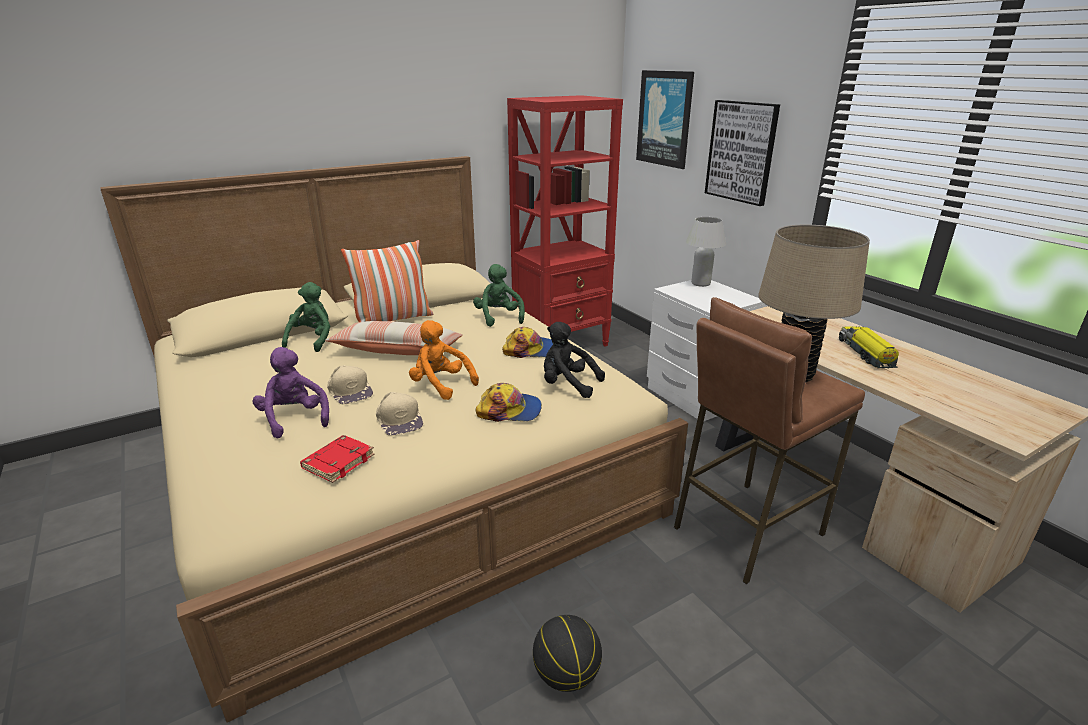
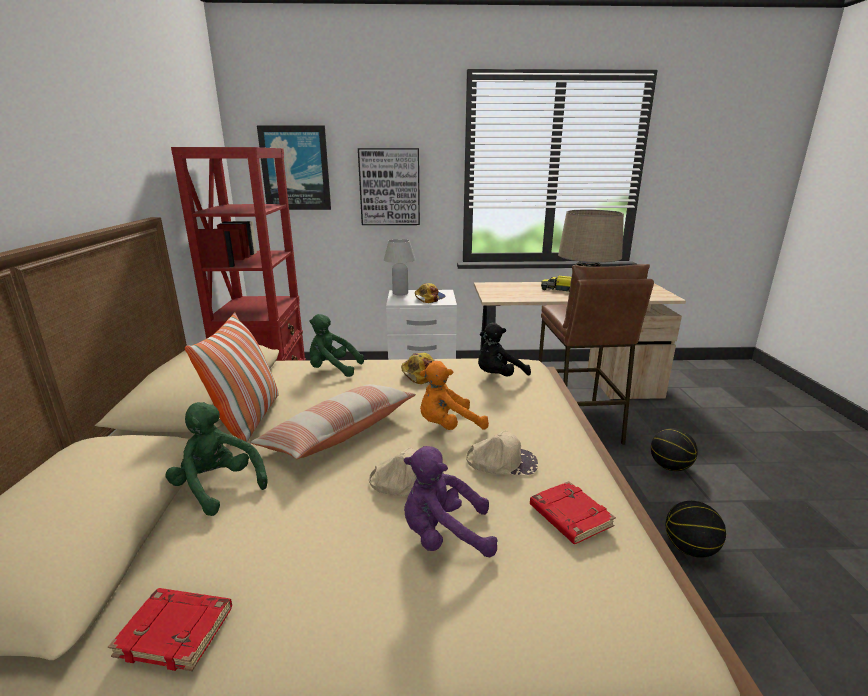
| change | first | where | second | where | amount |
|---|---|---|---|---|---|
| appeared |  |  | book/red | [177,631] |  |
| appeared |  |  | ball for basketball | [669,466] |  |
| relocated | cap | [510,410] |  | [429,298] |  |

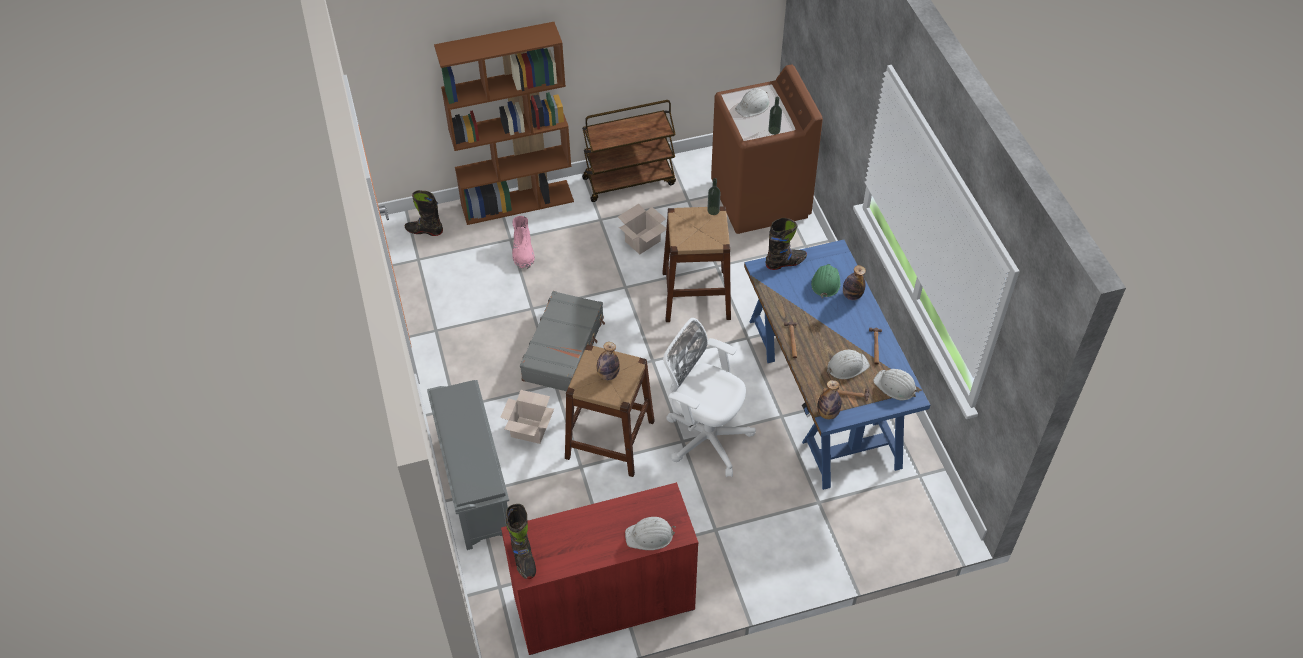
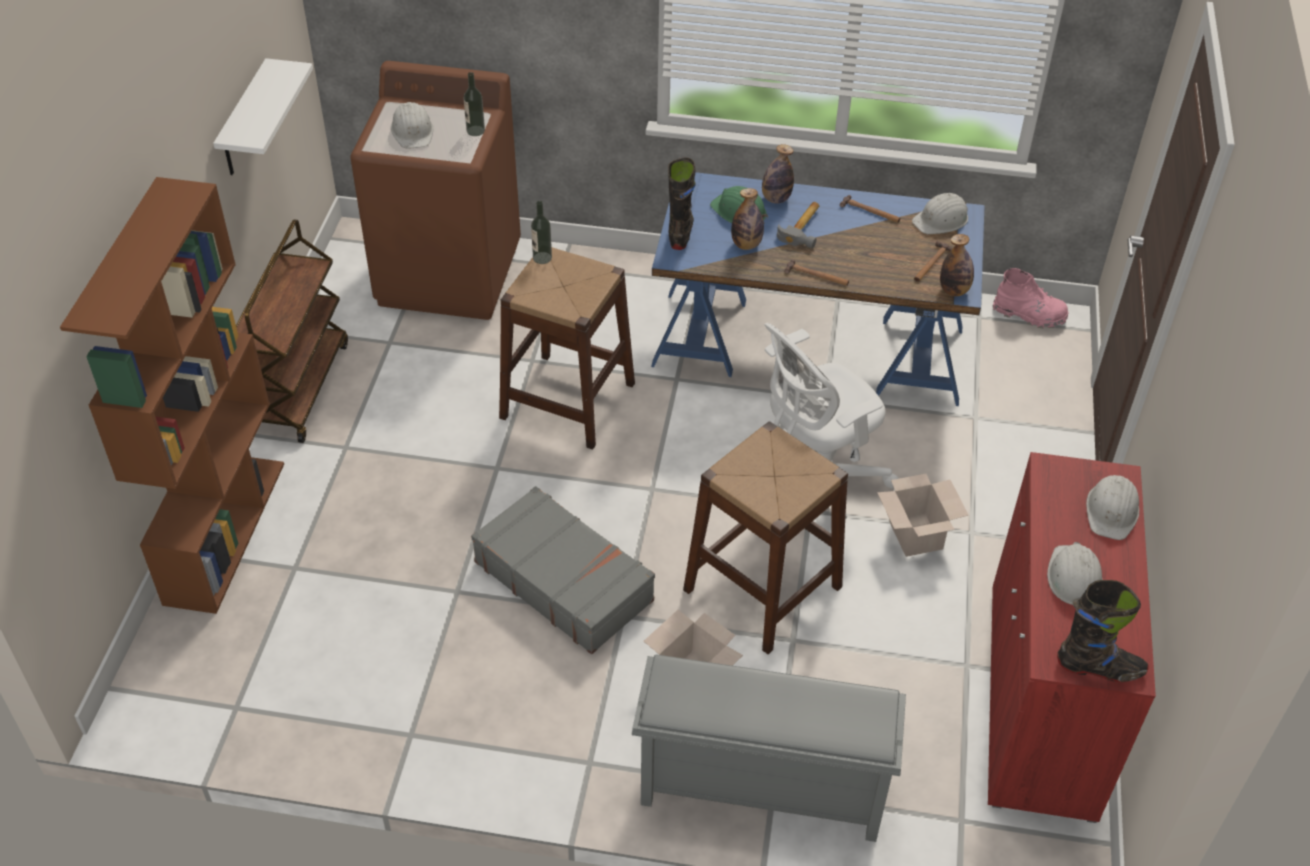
| change | first | where | second | where | amount |
|---|---|---|---|---|---|
| missing | boot/black-coloured | [424,230] |  |  |  |
| appeared |  |  | bracket shelf/white | [244,121] |  |
| appeared |  |  | tool hammer | [805,227] |  |
| relocated | boot/pinkish | [523,252] |  | [1029,315] |  |
| relocated | drink bottle | [608,375] |  | [746,245] |  |
| relocated | packing box | [642,242] |  | [917,536] |  |
| relocated | safety helmet/white | [847,366] |  | [1073,577] |  |

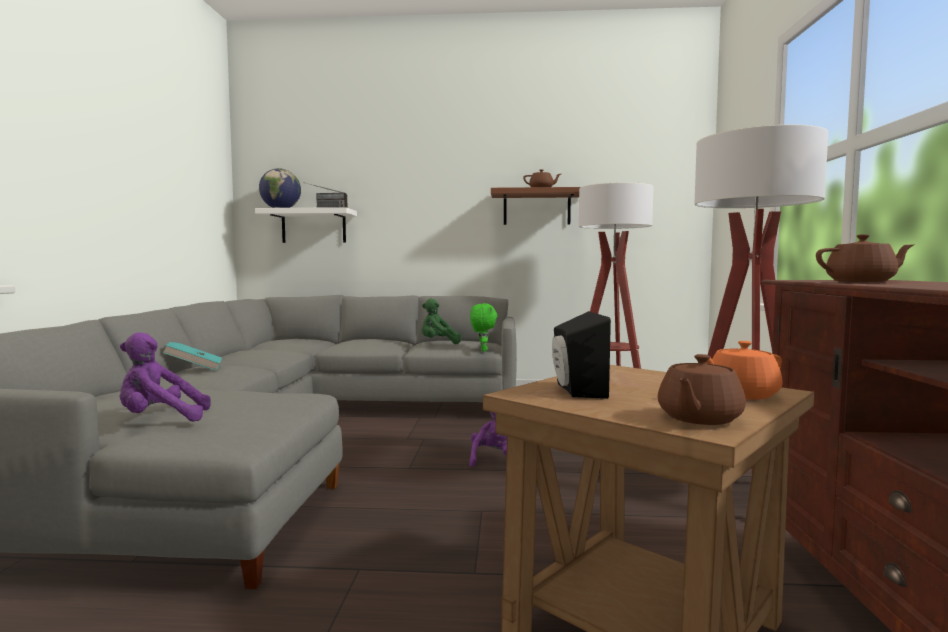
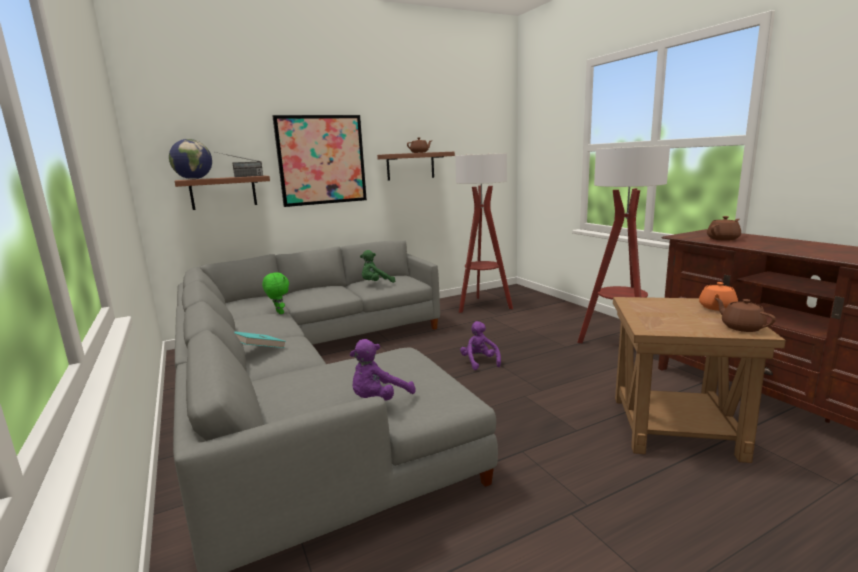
| change | first | where | second | where | amount |
|---|---|---|---|---|---|
| missing | audio speaker/black-coloured | [575,390] |  |  |  |
| appeared |  |  | wall art | [321,160] |  |
| relocated | soft toy/green | [482,350] |  | [279,313] |  |
| colour | bracket shelf/white | [313,227] | bracket shelf/brownish | [223,192] |  |
| spun | pot for tea/brownish | [698,418] |  | [741,327] | 150 degrees clockwise |

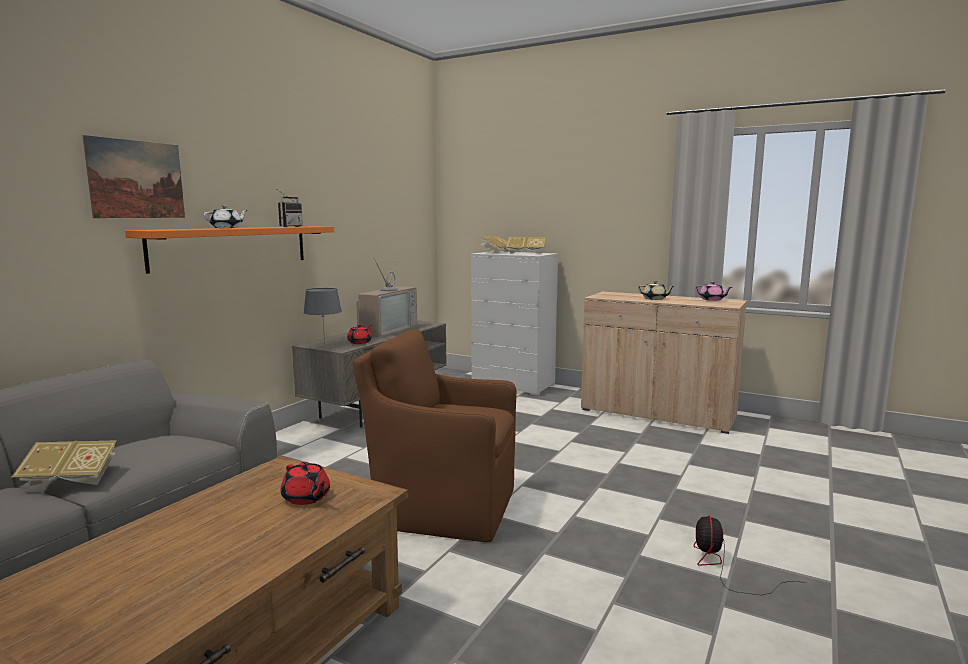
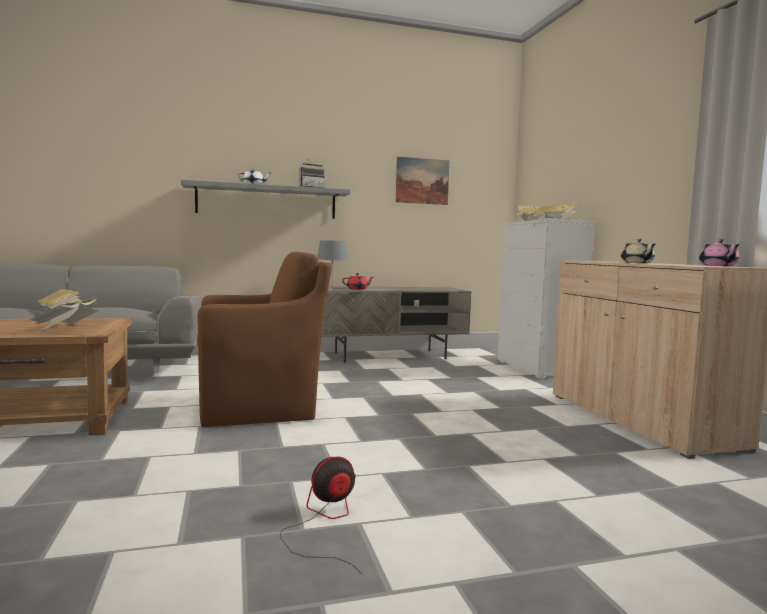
| change | first | where | second | where | amount |
|---|---|---|---|---|---|
| missing | television | [386,330] |  |  |  |
| relocated | wall art | [137,179] |  | [422,181] |  |
| exchanged | pot for tea/red | [306,498] | book | [67,327] |  |
| colour | bracket shelf/orange | [233,247] | bracket shelf/gray | [267,201] |  |
| spun | lounge chair/brownish | [443,507] |  | [261,408] | 105 degrees clockwise |

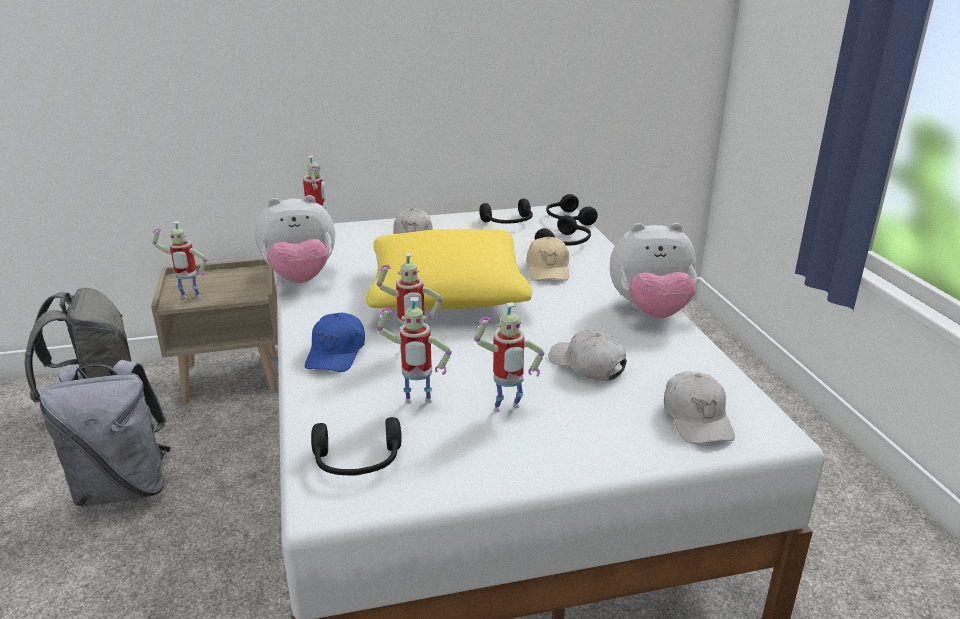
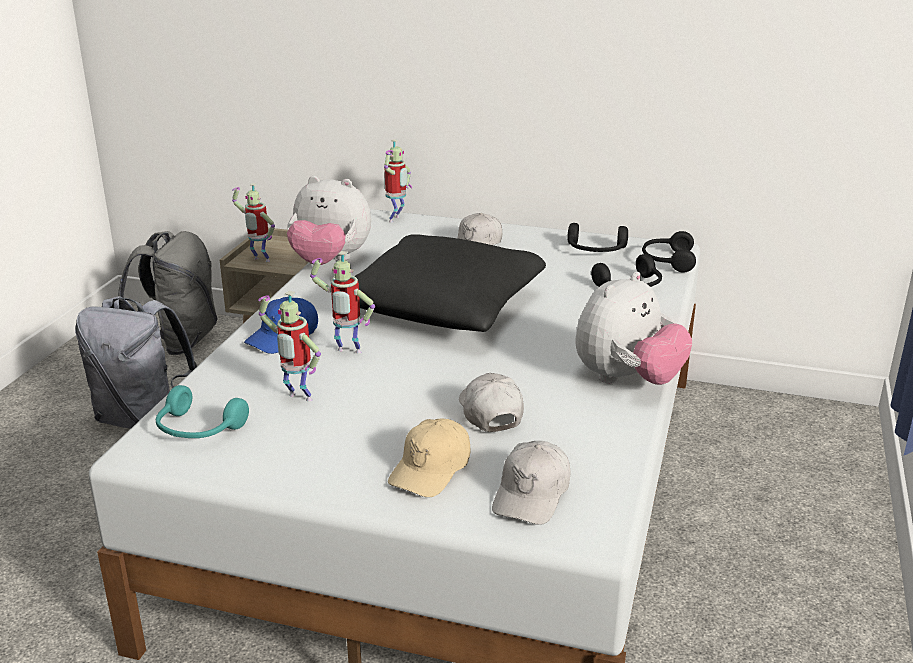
| change | first | where | second | where | amount |
|---|---|---|---|---|---|
| missing | model robot | [507,410] |  |  |  |
| relocated | cap/beige | [548,269] |  | [431,469] |  |
| colour | pair of headphones/black-coloured | [357,462] | pair of headphones/turquoise-coloured | [197,429] |  |
| colour | throw pillow/yellow-coloured | [447,293] | throw pillow/black-coloured | [443,308] |  |
| spun | soft toy | [650,311] |  | [627,380] | 75 degrees counterclockwise |

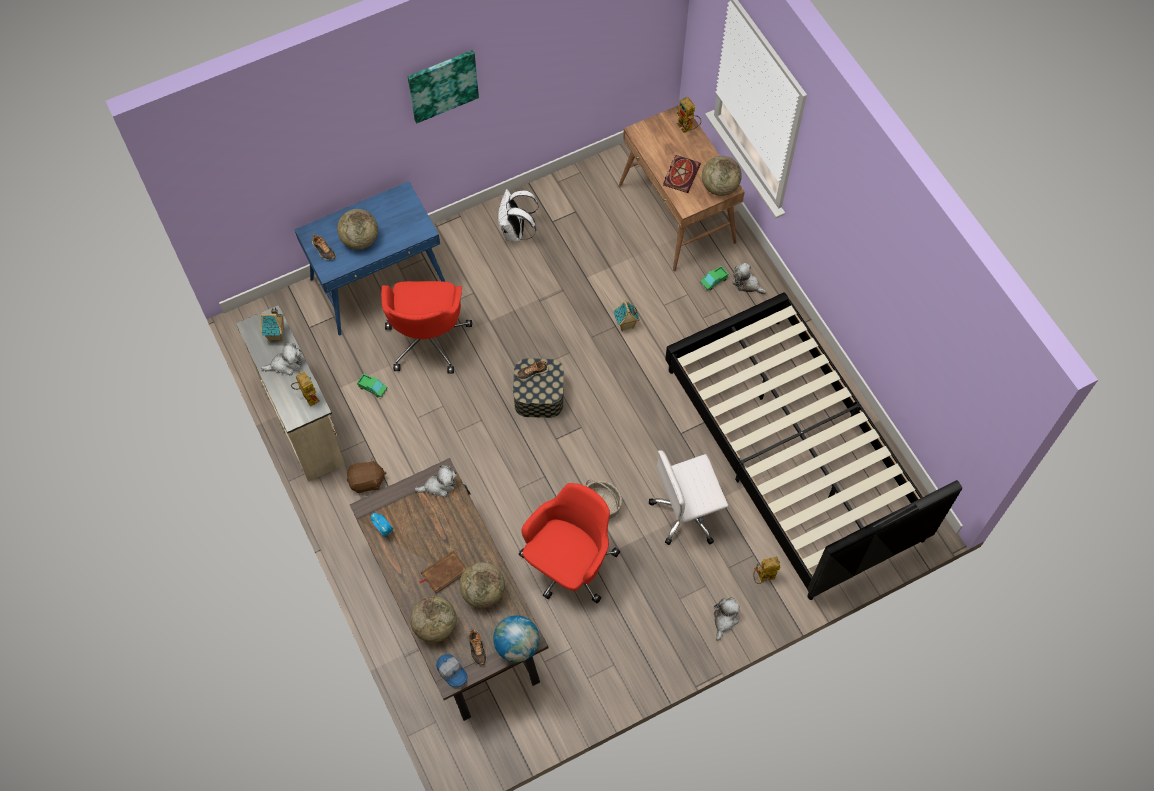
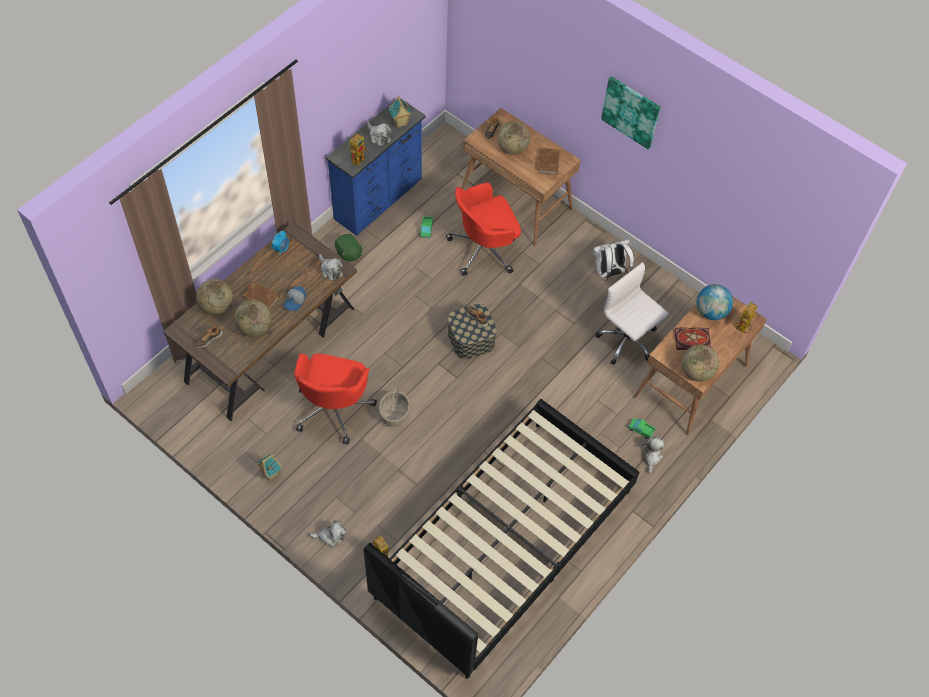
| change | first | where | second | where | amount |
|---|---|---|---|---|---|
| appeared |  |  | book/brownish | [549,163] |  |
| relocated | cap | [452,672] |  | [295,301] |  |
| relocated | desk globe | [517,645] |  | [711,312] |  |
| relocated | model house | [625,325] |  | [270,473] |  |
| relocated | desk chair/white | [687,513] |  | [627,341] |  |
| colour | drawer chest/beige | [304,422] | drawer chest/bluish | [379,199] |  |
| colour | desk unit/bluish | [379,283] | desk unit/brownish | [516,201] |  |
| colour | soft toy/brownish | [367,481] | soft toy/green | [348,254] |  |
| spun | desk chair/red | [568,565] |  | [334,408] | 90 degrees clockwise |

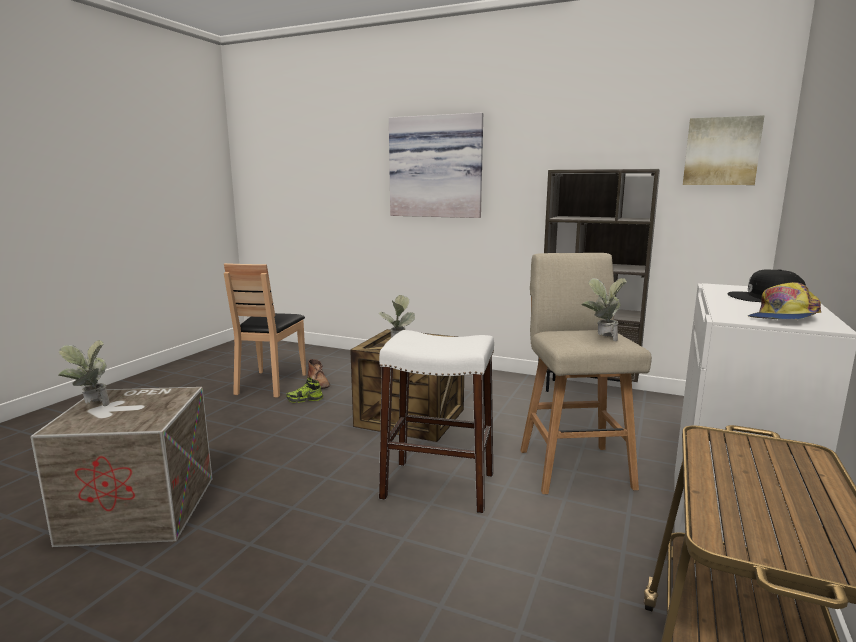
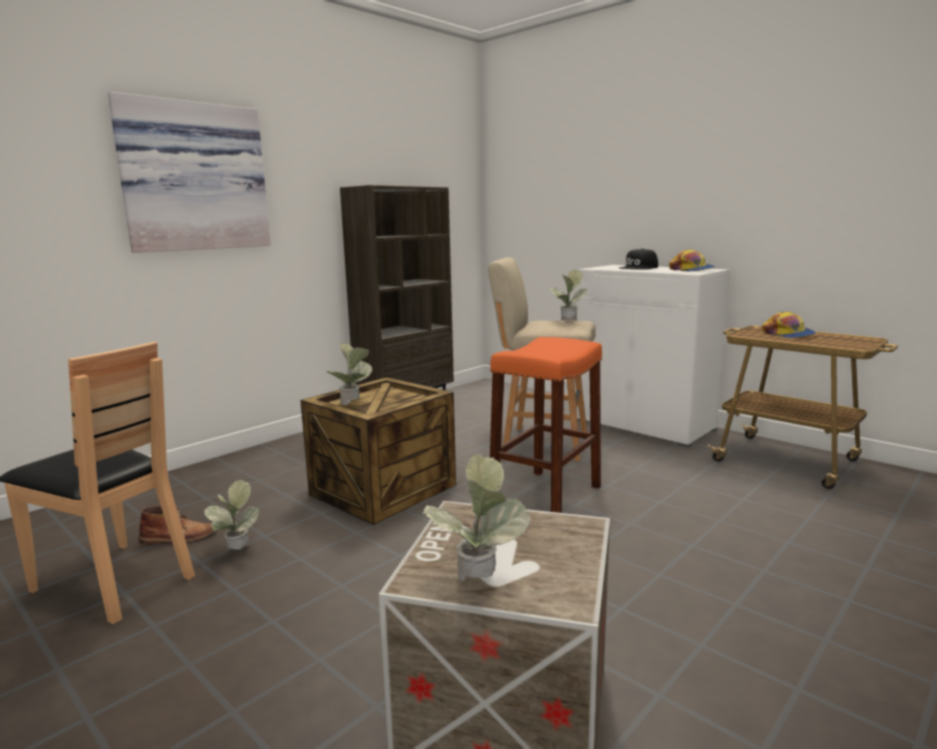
| change | first | where | second | where | amount |
|---|---|---|---|---|---|
| missing | wall art | [721,151] |  |  |  |
| appeared |  |  | cap | [788,334] |  |
| exchanged | shoe | [305,399] | potted plant | [236,553] |  |
| colour | stool seat/white | [438,486] | stool seat/orange | [546,497] |  |

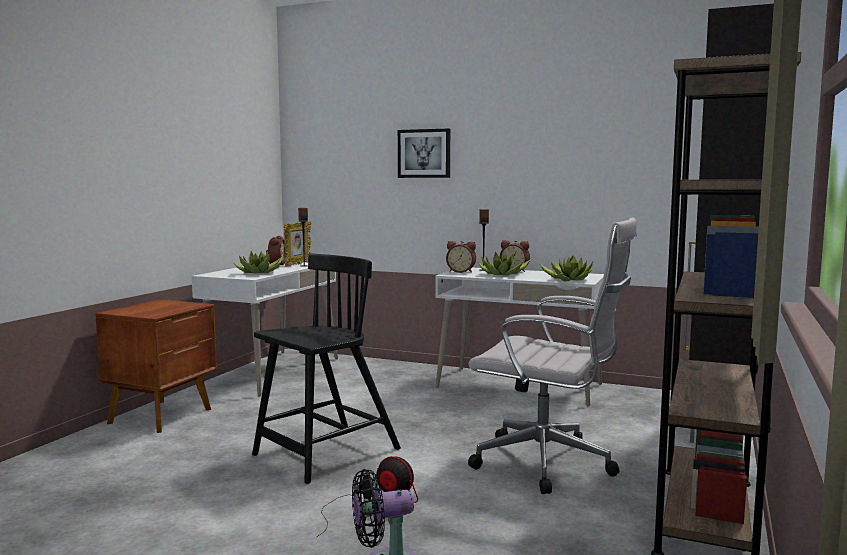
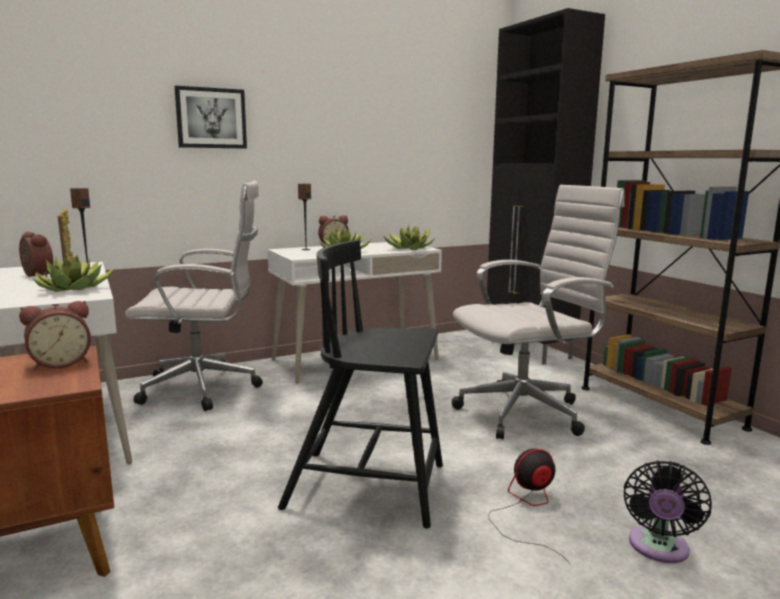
| change | first | where | second | where | amount |
|---|---|---|---|---|---|
| appeared |  |  | desk chair/white | [206,388] |  |
| relocated | alarm clock | [461,271] |  | [60,363] |  |
| spun | plain chair/black-coloured | [325,453] |  | [369,487] | 75 degrees counterclockwise |

